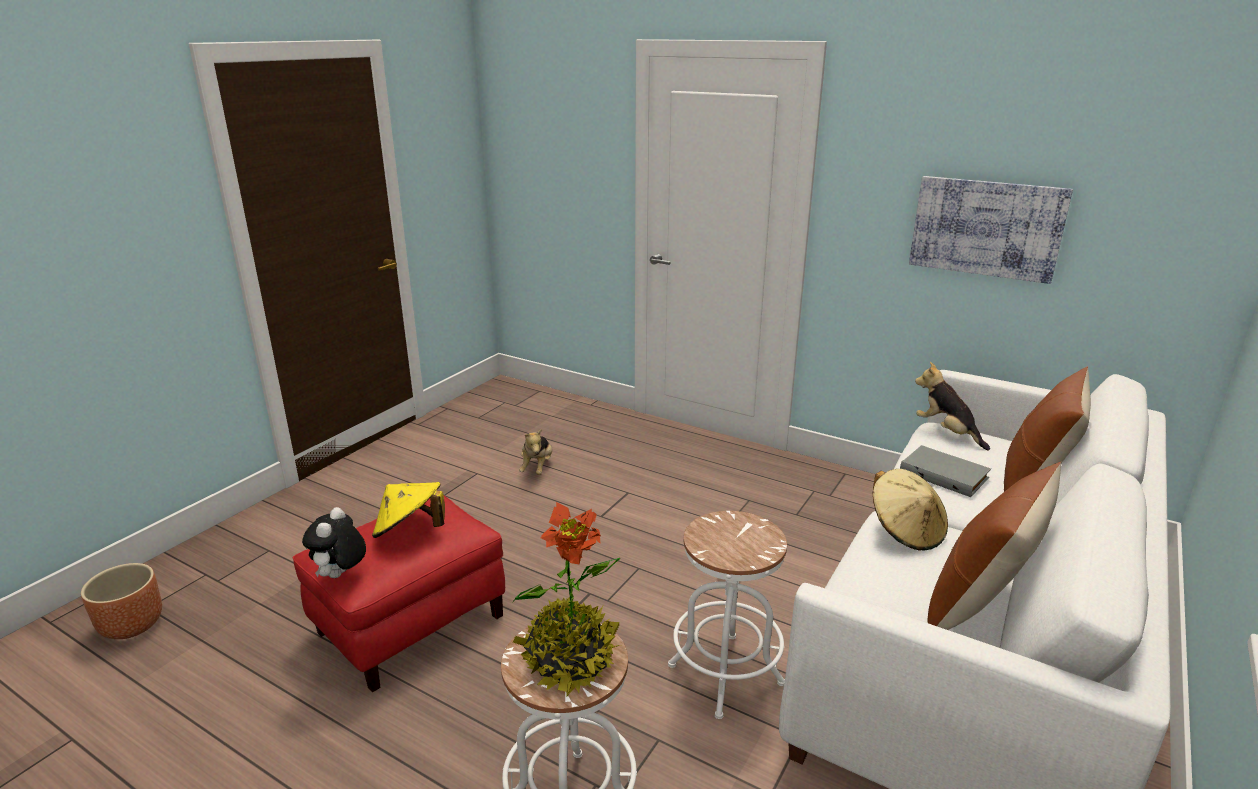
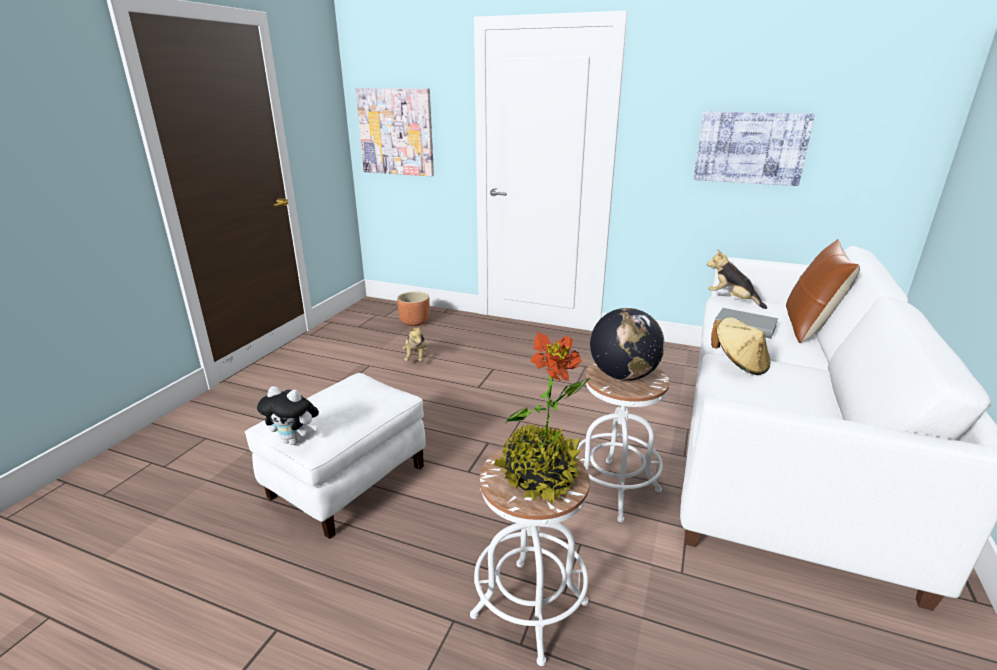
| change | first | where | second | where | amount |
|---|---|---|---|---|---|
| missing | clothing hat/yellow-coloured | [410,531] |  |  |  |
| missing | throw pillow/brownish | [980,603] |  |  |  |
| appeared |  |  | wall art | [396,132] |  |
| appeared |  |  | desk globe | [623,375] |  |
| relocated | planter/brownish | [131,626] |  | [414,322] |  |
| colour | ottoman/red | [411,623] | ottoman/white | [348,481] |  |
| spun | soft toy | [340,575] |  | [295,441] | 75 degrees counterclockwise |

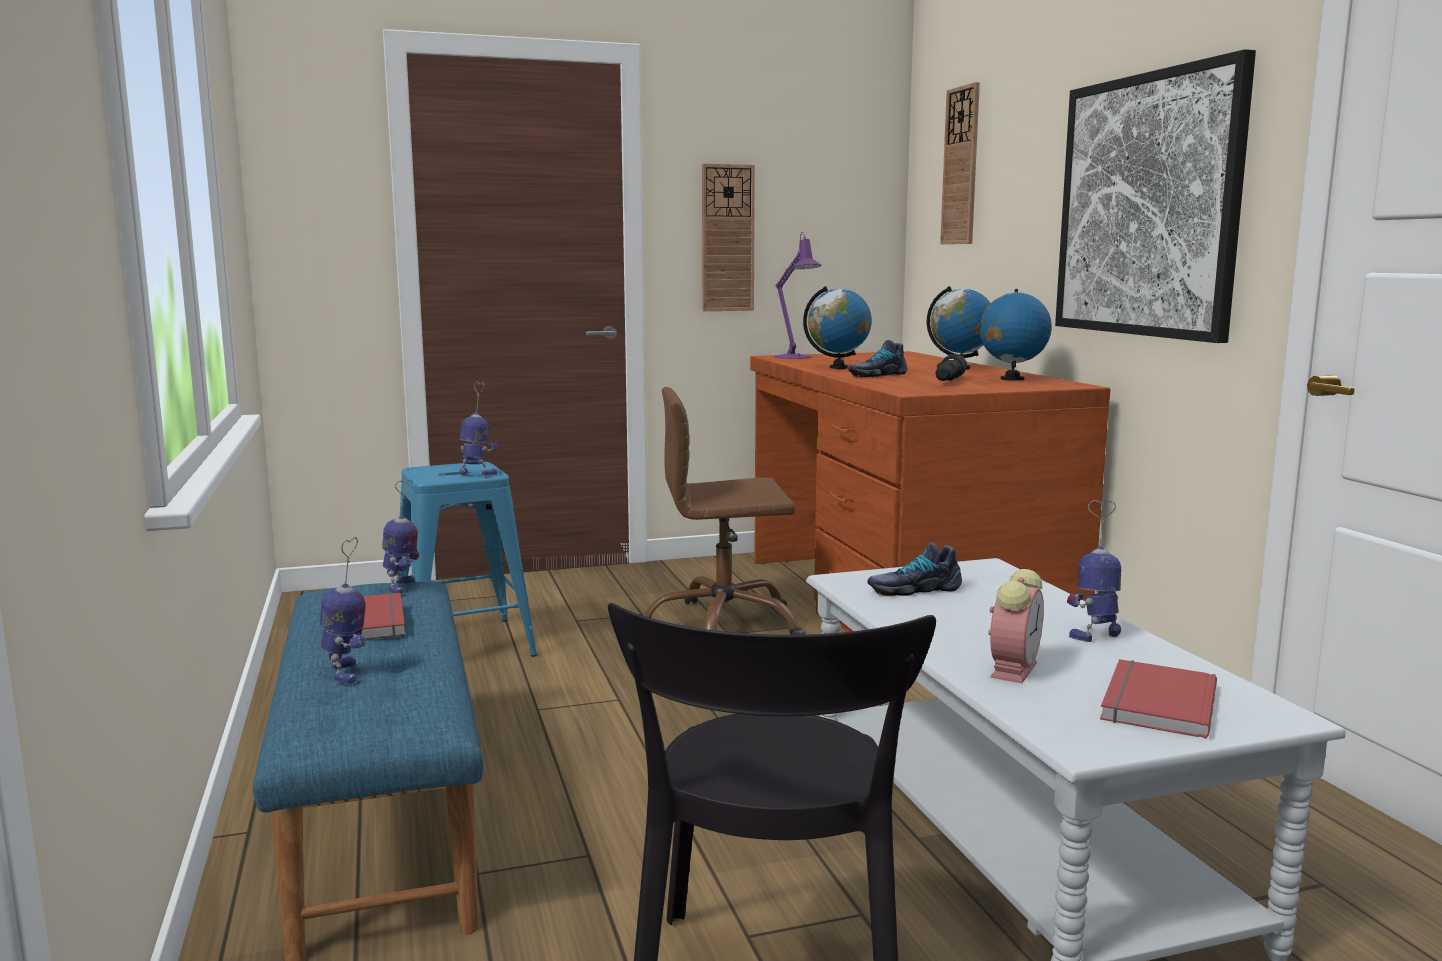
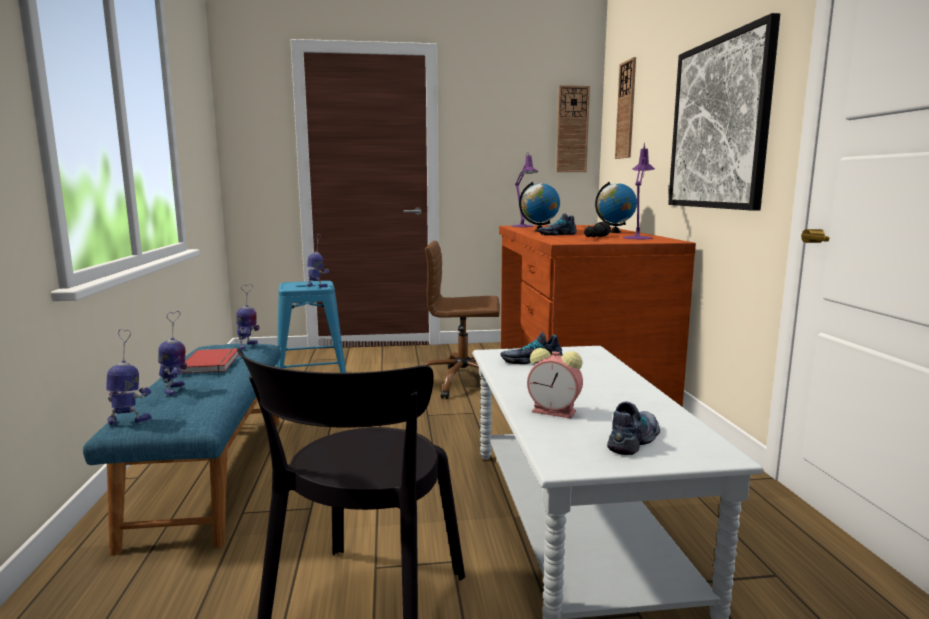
| change | first | where | second | where | amount |
|---|---|---|---|---|---|
| relocated | wall clock | [727,238] |  | [572,129] |  |
| relocated | model robot | [1097,635] |  | [129,421] |  |
| exchanged | desk globe | [1012,379] | lamp for a table/purple-coloured | [638,237] |  |
| exchanged | book/red | [1154,703] | shoe | [634,439] |  |
| spun | alarm clock | [1013,669] |  | [556,411] | 75 degrees clockwise |

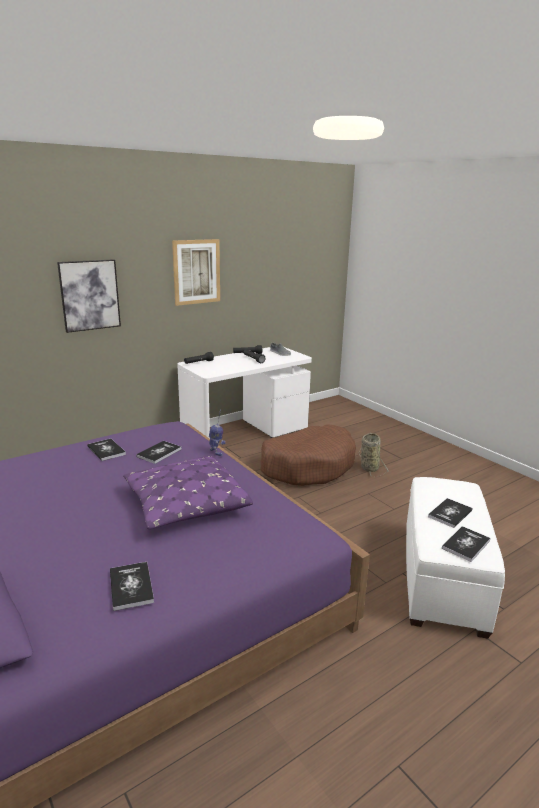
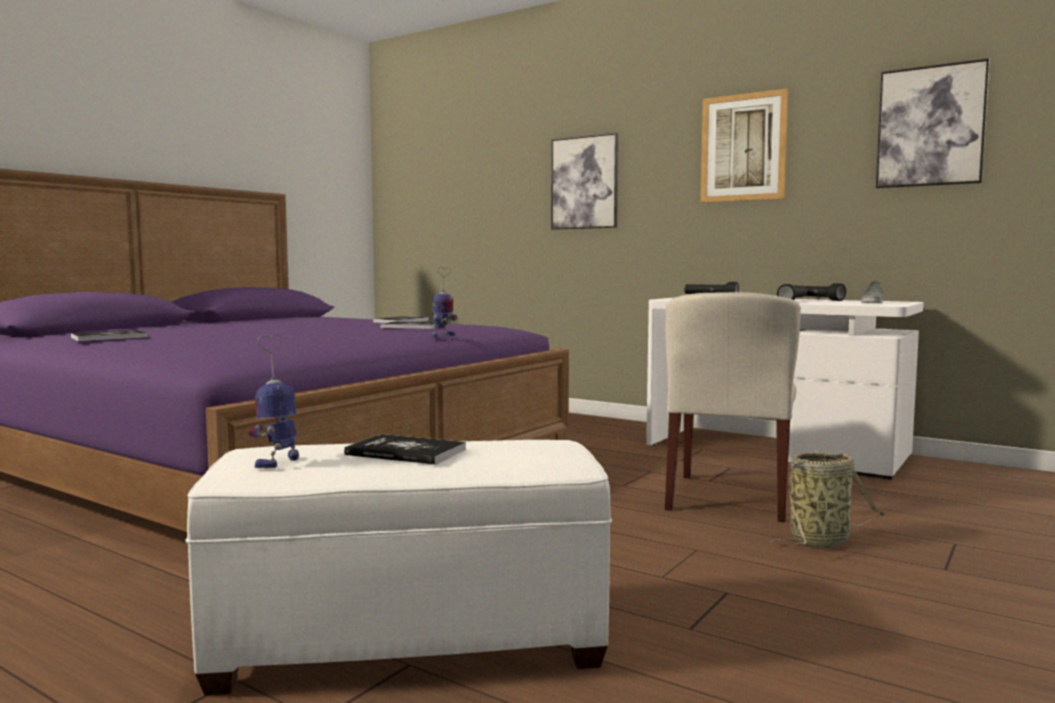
| change | first | where | second | where | amount |
|---|---|---|---|---|---|
| missing | throw pillow/purple-coloured | [185,504] |  |  |  |
| appeared |  |  | wall art | [930,126] |  |
| exchanged | dog cushion/brownish | [308,466] | plain chair/beige | [729,497] |  |
| exchanged | book | [466,544] | model robot | [279,462] |  |

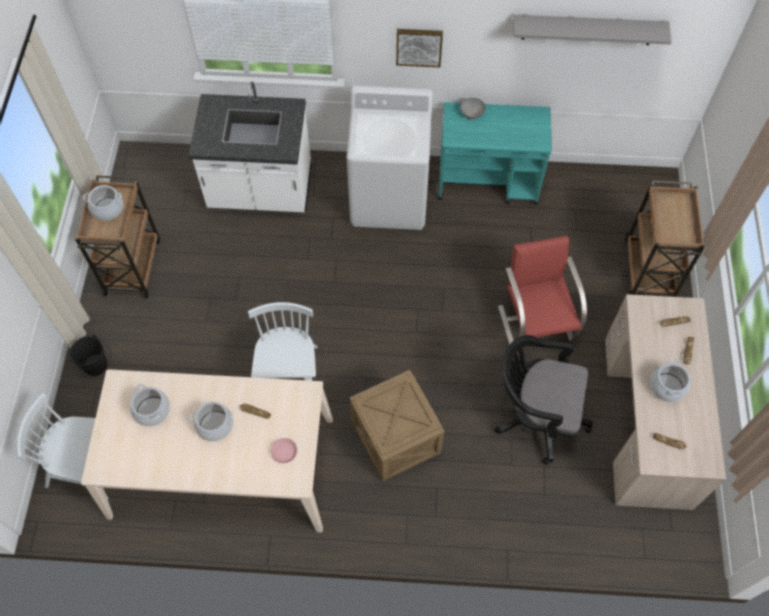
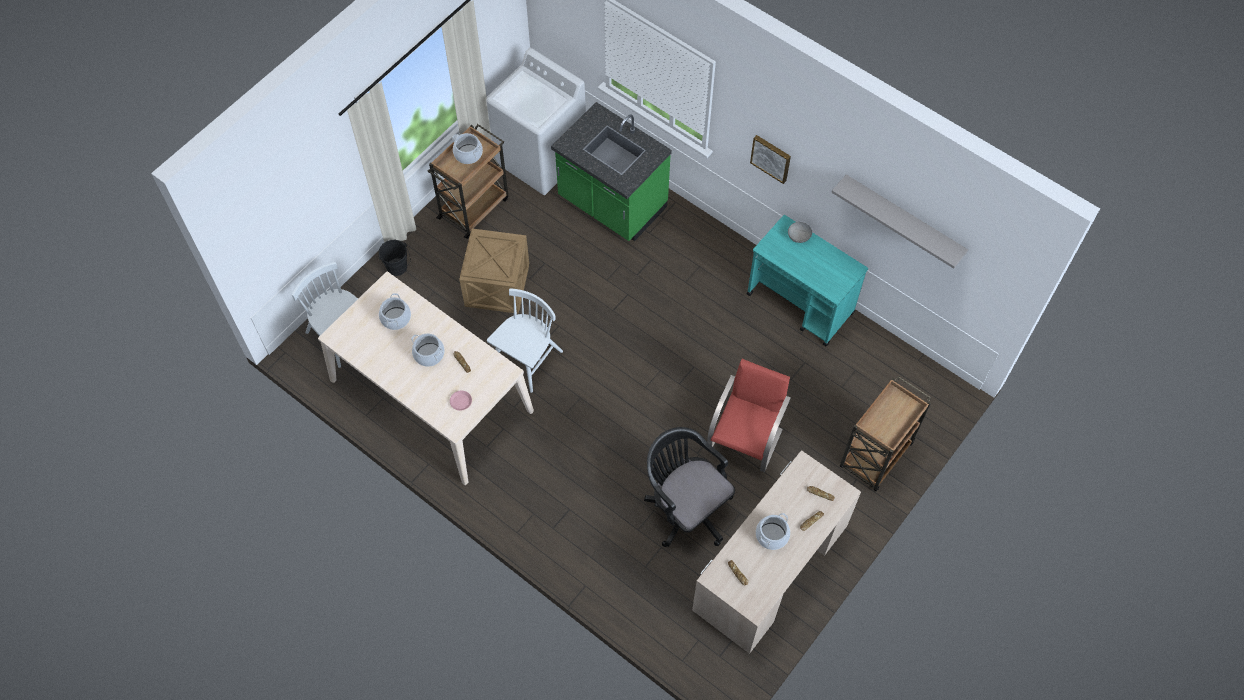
| change | first | where | second | where | amount |
|---|---|---|---|---|---|
| relocated | washing machine/white | [390,198] |  | [541,158] |  |
| relocated | shipping crate | [396,438] |  | [497,286] |  |
| colour | kitchen counter/white | [261,191] | kitchen counter/green | [611,204] |  |

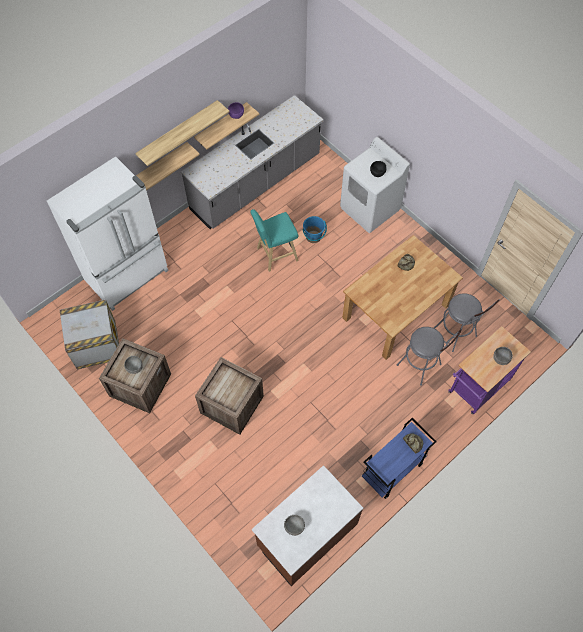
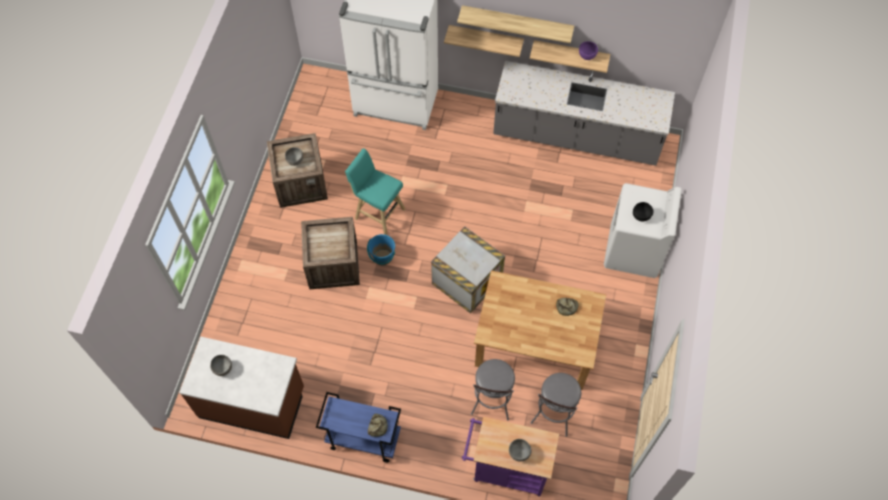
| change | first | where | second | where | amount |
|---|---|---|---|---|---|
| relocated | shipping crate | [96,344] |  | [467,280] |  |
| relocated | stool seat/turquoise-coloured | [275,255] |  | [378,212] |  |
| relocated | pail/bluish | [313,237] |  | [382,257] |  |

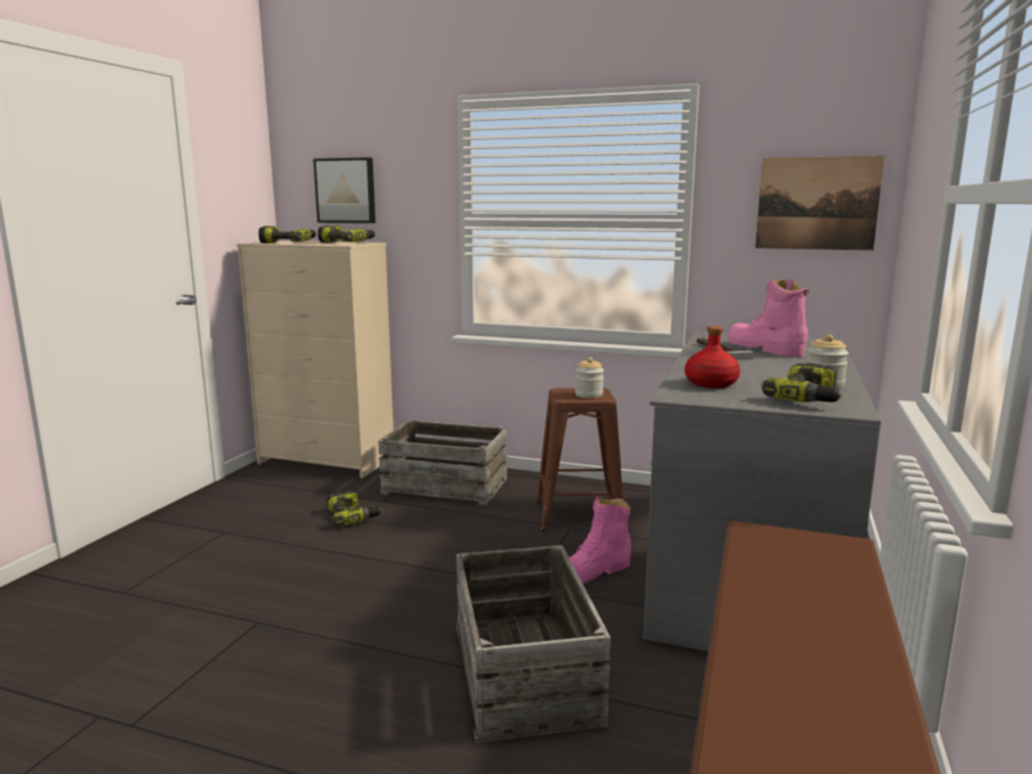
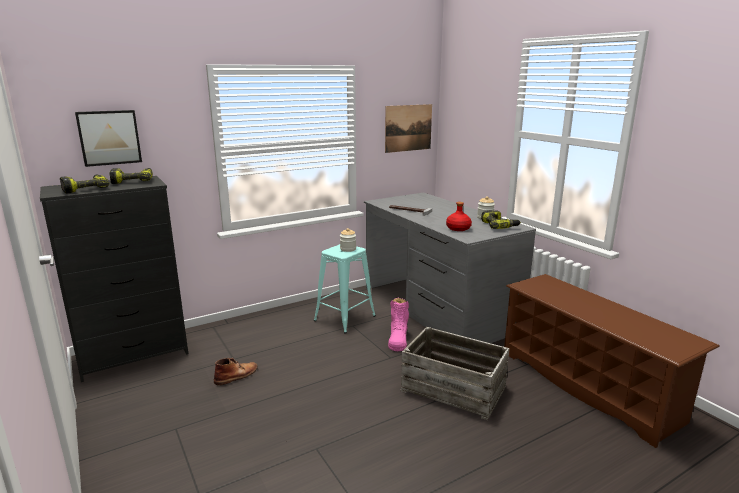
| change | first | where | second | where | amount |
|---|---|---|---|---|---|
| missing | shipping crate | [446,485] |  |  |  |
| missing | boot/pinkish | [764,348] |  |  |  |
| exchanged | drill | [353,516] | boot/brownish | [237,375] |  |
| colour | drawer chest/beige | [328,460] | drawer chest/black-coloured | [135,355] |  |
| colour | stool seat/brownish | [579,515] | stool seat/turquoise-coloured | [344,318] |  |

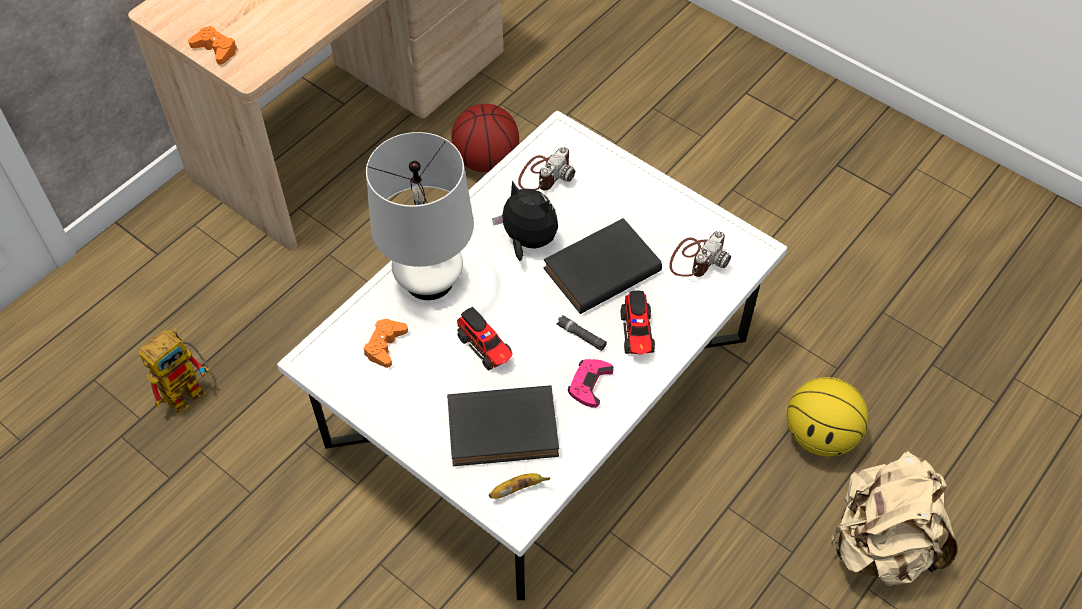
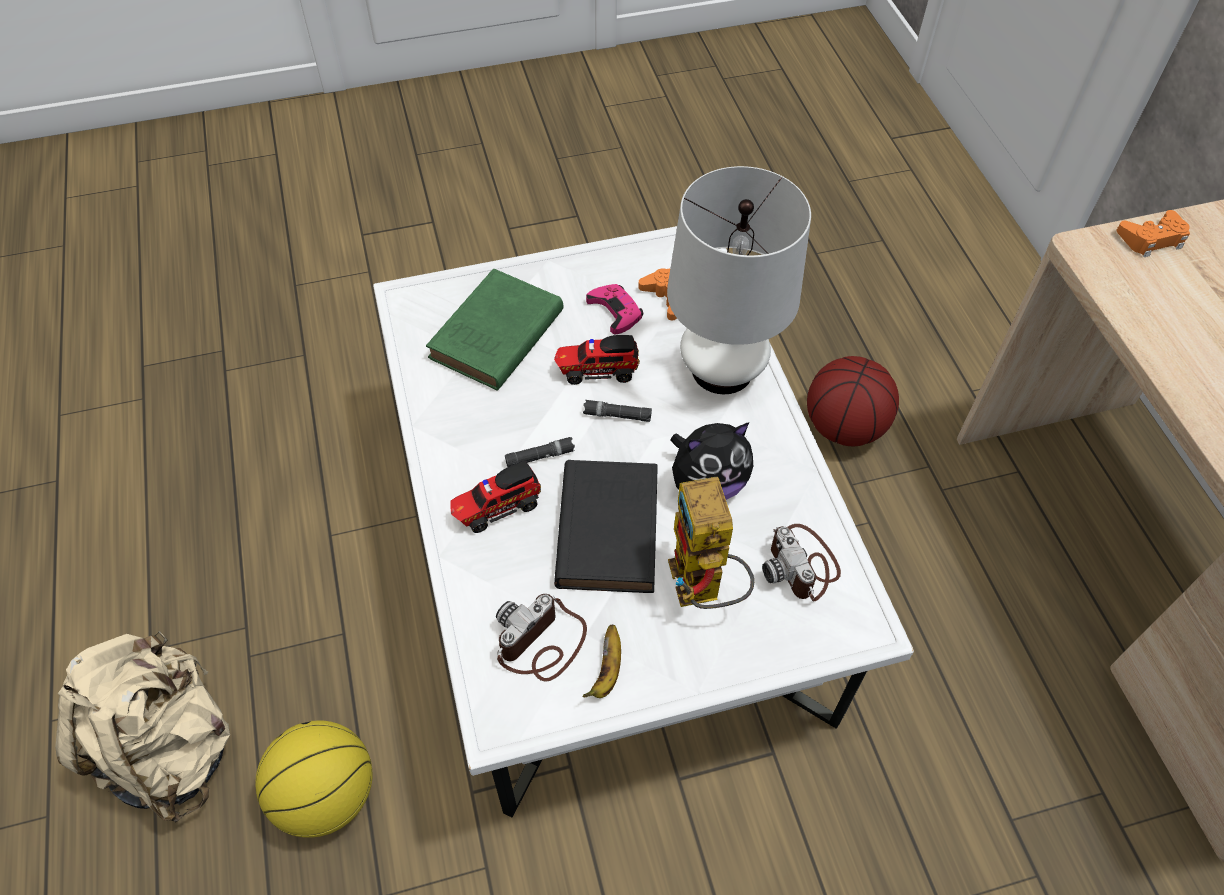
| change | first | where | second | where | amount |
|---|---|---|---|---|---|
| appeared |  |  | flashlight/black-coloured | [617,415] |  |
| relocated | model robot | [189,389] |  | [702,591] |  |
| relocated | ball for basketball | [487,160] |  | [843,427] |  |
| relocated | banana fruit | [517,489] |  | [607,671] |  |
| relocated | game controller/pinkish | [589,384] |  | [615,311] |  |
| colour | book/black-coloured | [506,428] | book/green | [494,337] |  |
| spun | toy lorry | [637,334] |  | [496,507] | 60 degrees counterclockwise |
| spun | photo camera | [697,258] |  | [541,643] | 60 degrees clockwise |

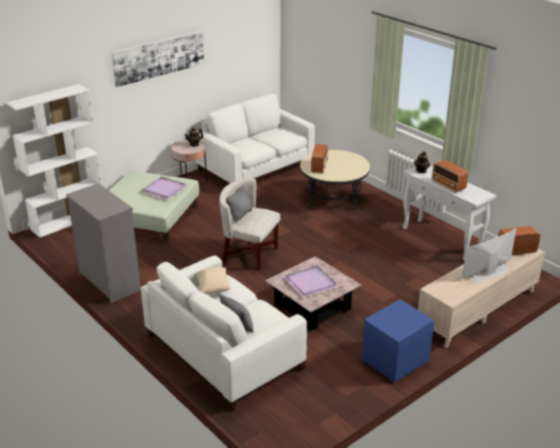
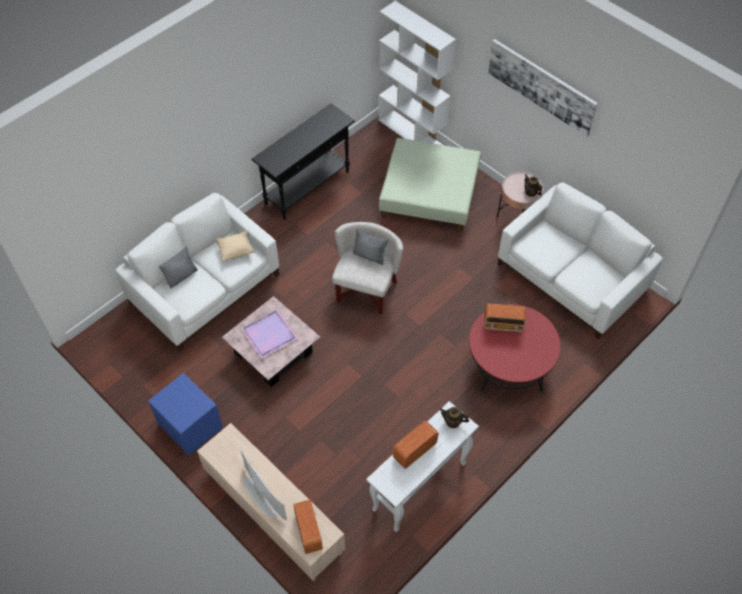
| change | first | where | second | where | amount |
|---|---|---|---|---|---|
| missing | serving tray/purple-coloured | [165,189] |  |  |  |
| exchanged | drawer chest/gray | [109,281] | narrow table/black-coloured | [308,187] |  |
| colour | low table/beige | [333,197] | low table/red | [509,365] |  |

